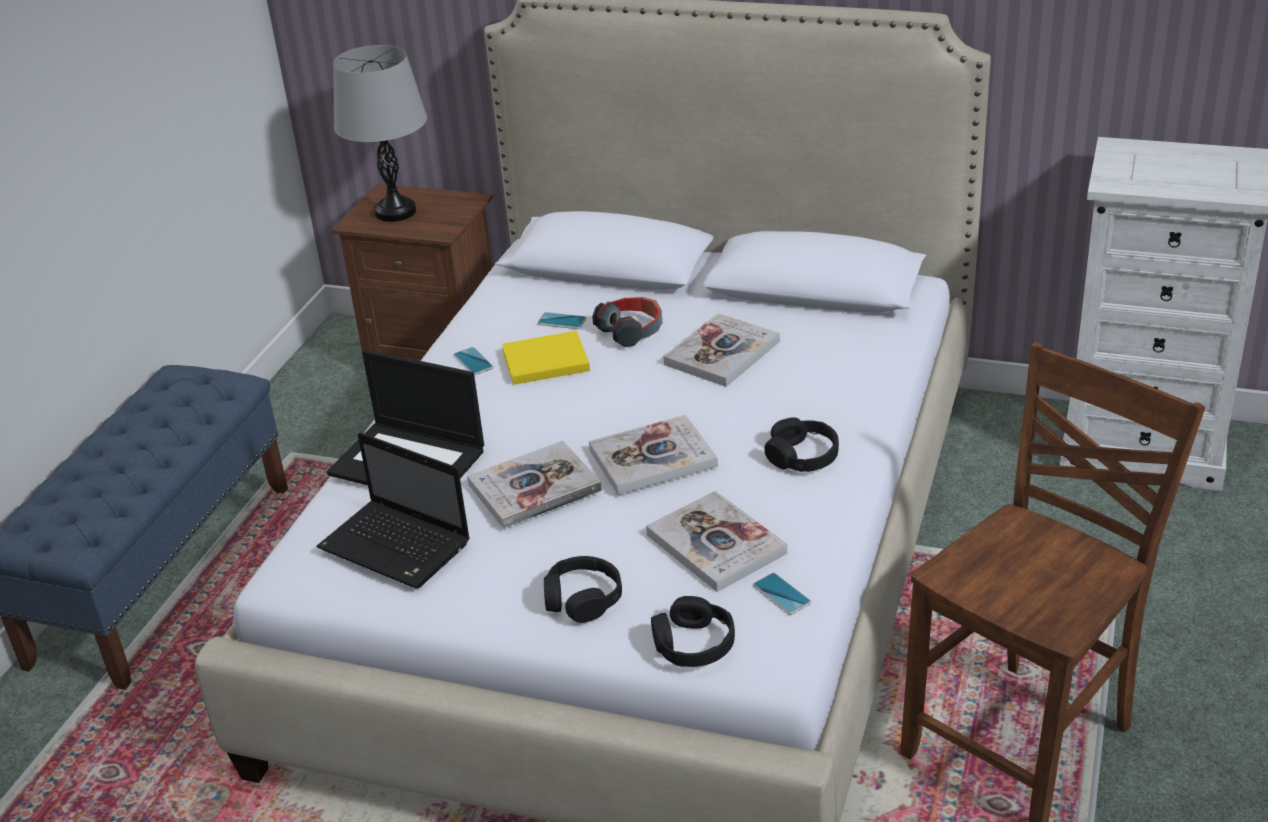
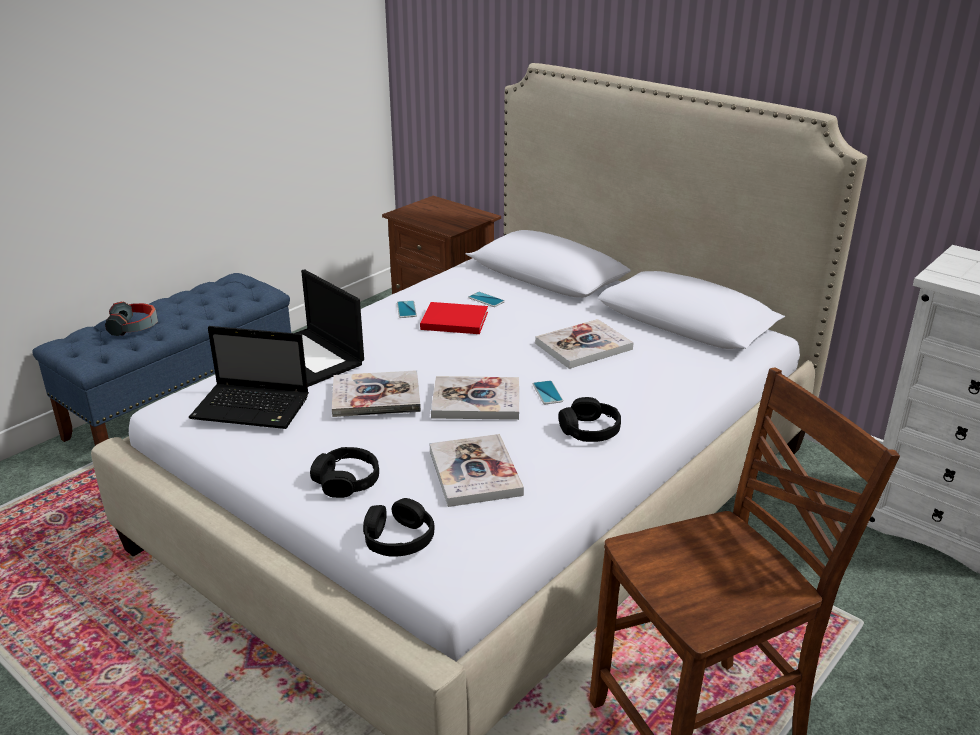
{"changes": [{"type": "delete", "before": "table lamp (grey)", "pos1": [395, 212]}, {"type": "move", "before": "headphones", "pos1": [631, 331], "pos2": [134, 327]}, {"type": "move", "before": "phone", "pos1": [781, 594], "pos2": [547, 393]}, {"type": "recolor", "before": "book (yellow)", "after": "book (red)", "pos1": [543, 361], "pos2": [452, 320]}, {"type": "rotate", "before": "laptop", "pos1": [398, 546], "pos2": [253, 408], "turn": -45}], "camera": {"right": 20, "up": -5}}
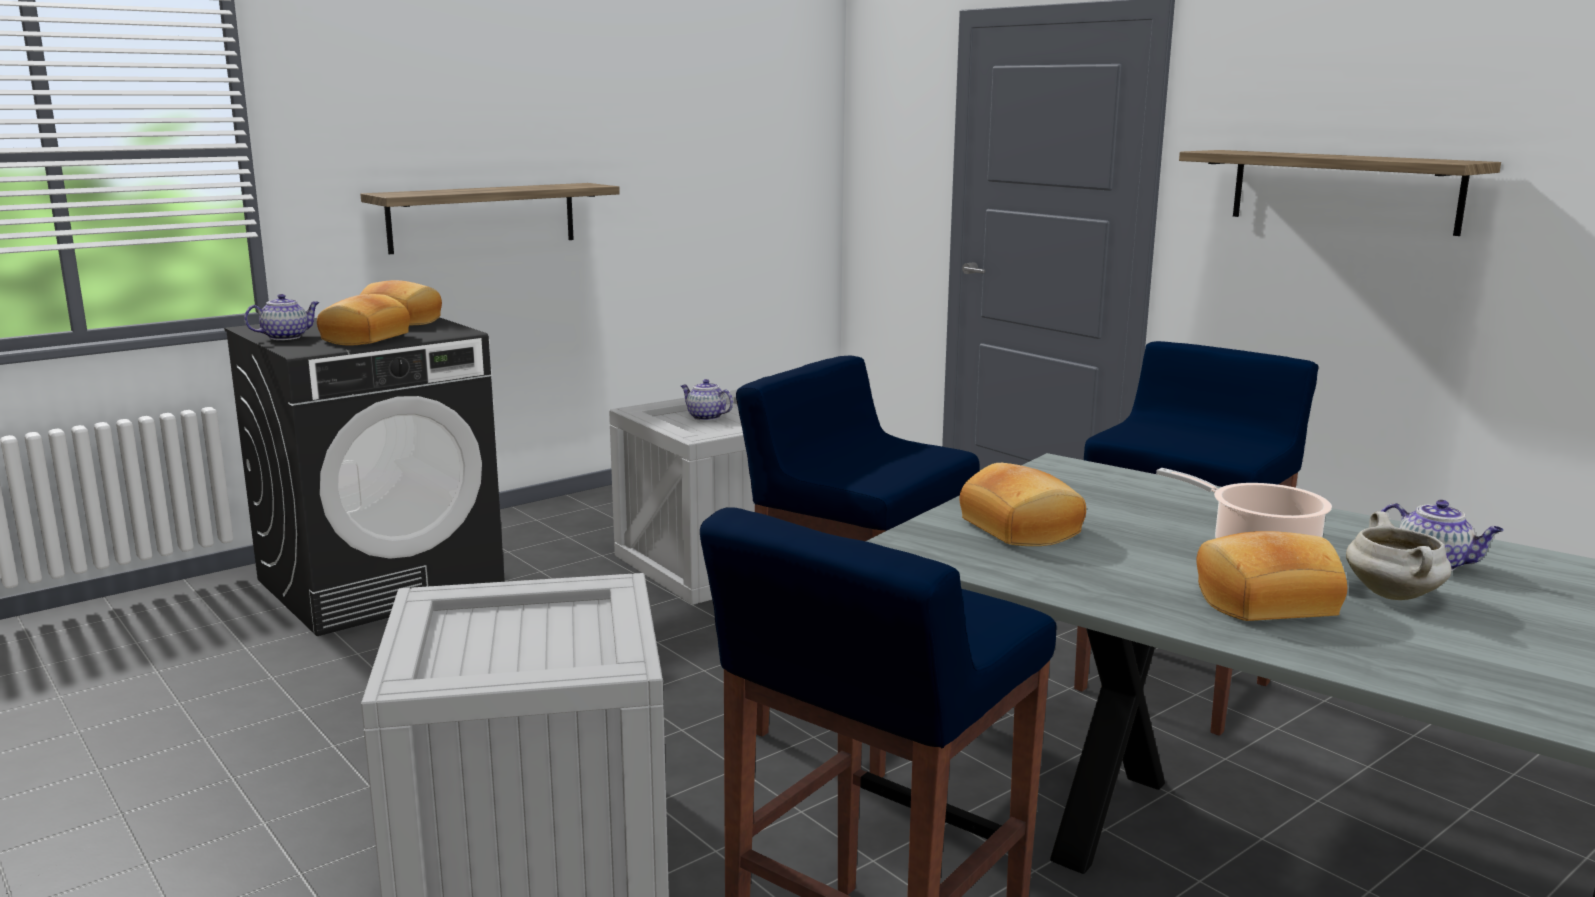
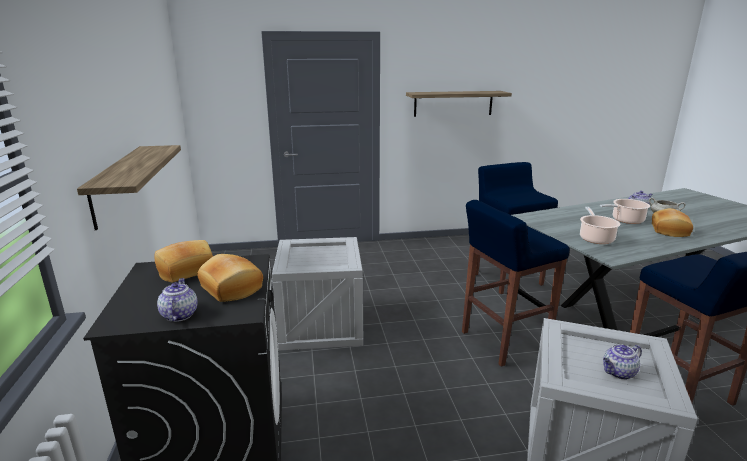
{"changes": [{"type": "move", "before": "teapot", "pos1": [705, 417], "pos2": [618, 373]}, {"type": "replace", "before": "bread", "after": "cooking pot", "pos1": [1023, 528], "pos2": [595, 238]}], "camera": {"right": -60, "up": 5}}
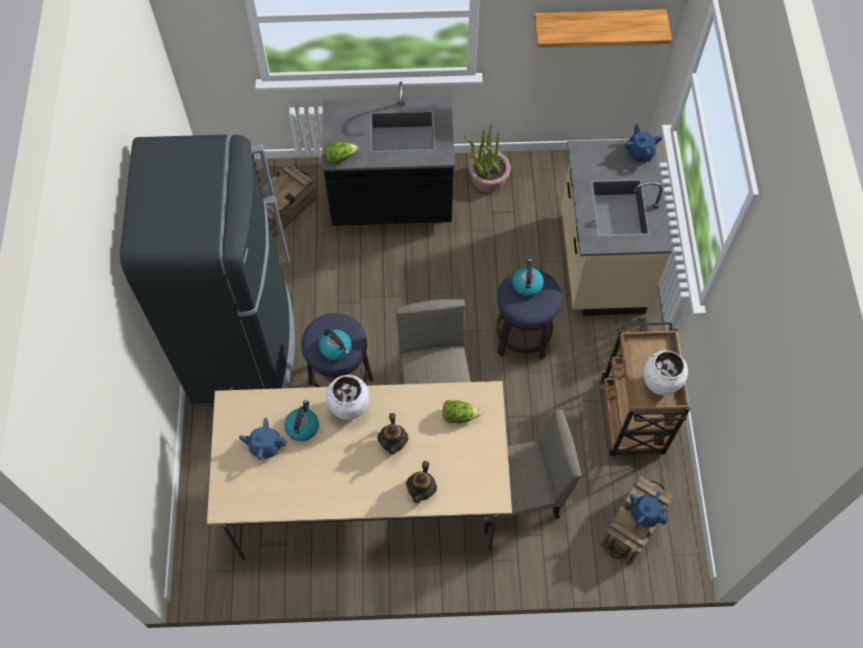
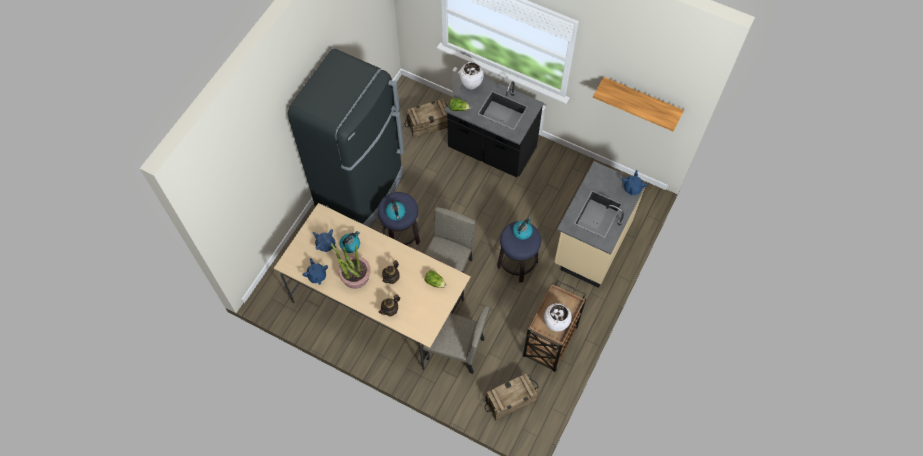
{"changes": [{"type": "move", "before": "vase (white)", "pos1": [349, 408], "pos2": [471, 84]}, {"type": "move", "before": "potted plant", "pos1": [488, 178], "pos2": [355, 276]}, {"type": "move", "before": "teapot (blue)", "pos1": [645, 513], "pos2": [317, 275]}], "camera": {"right": 30, "up": 0}}
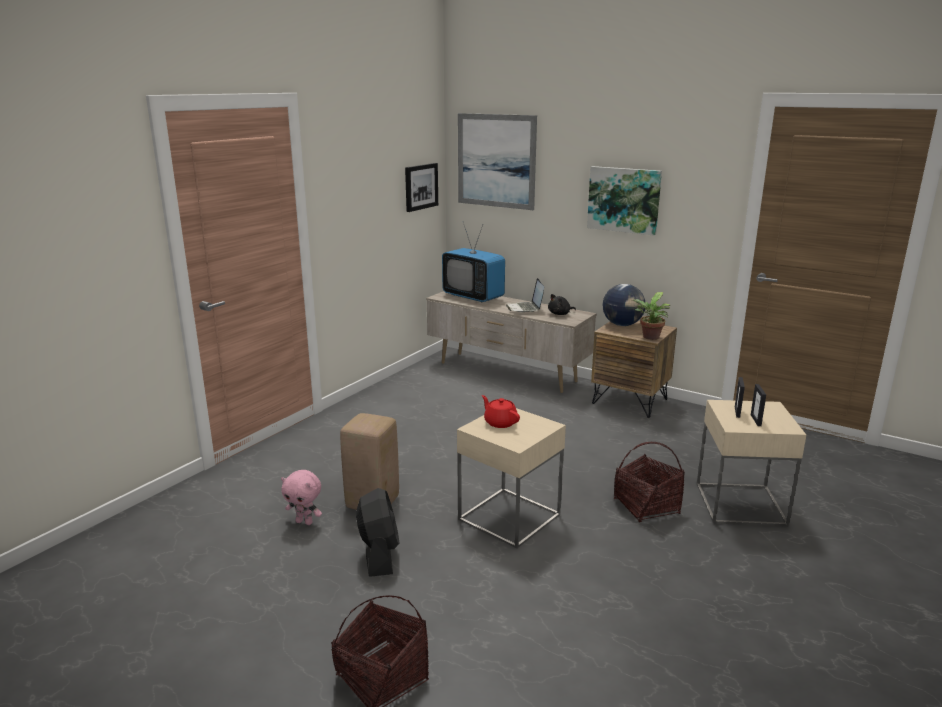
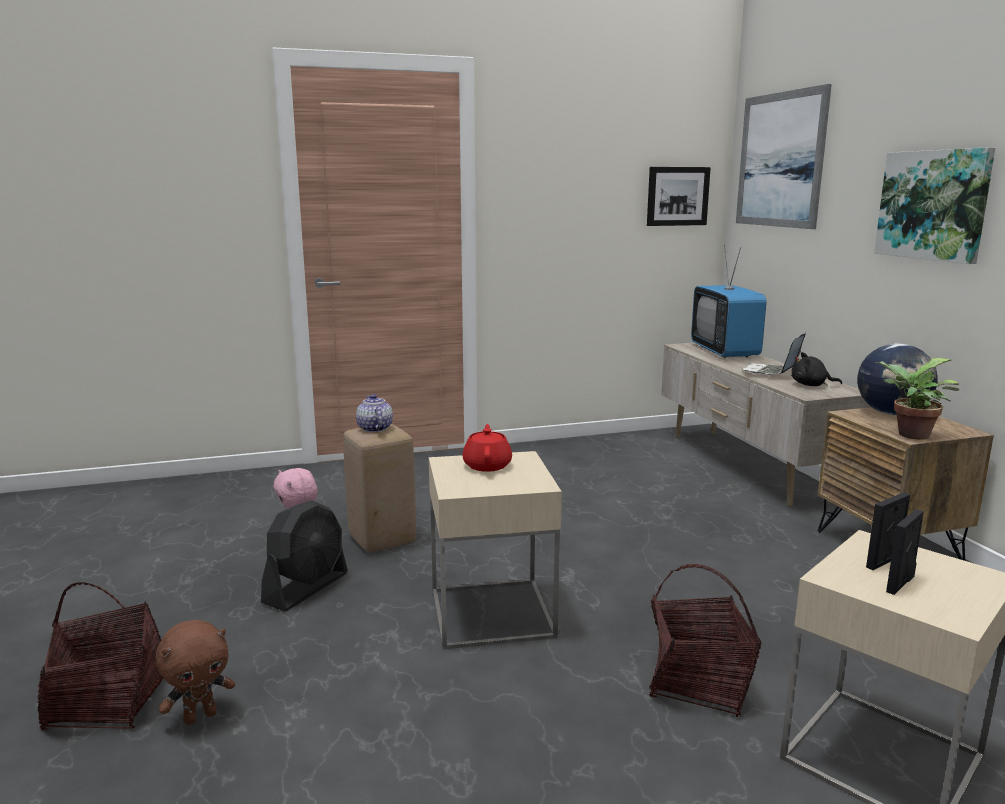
{"changes": [{"type": "insert", "after": "plush toy (brown)", "pos2": [200, 716]}, {"type": "insert", "after": "teapot", "pos2": [374, 429]}], "camera": {"right": 40, "up": -5}}
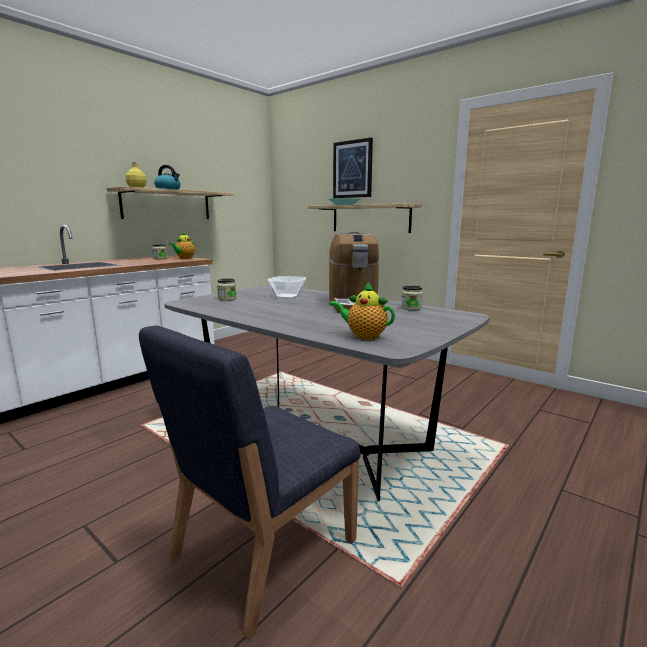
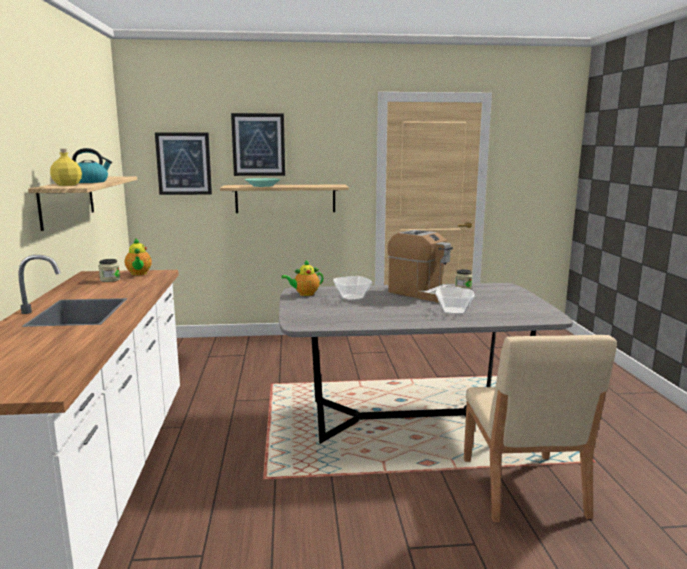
{"changes": [{"type": "delete", "before": "jar", "pos1": [227, 299]}, {"type": "insert", "after": "picture", "pos2": [184, 163]}, {"type": "insert", "after": "bowl", "pos2": [454, 311]}, {"type": "move", "before": "teapot", "pos1": [363, 336], "pos2": [305, 294]}, {"type": "recolor", "before": "chair (blue)", "after": "chair (beige)", "pos1": [262, 550], "pos2": [522, 488]}], "camera": {"right": -45, "up": 0}}
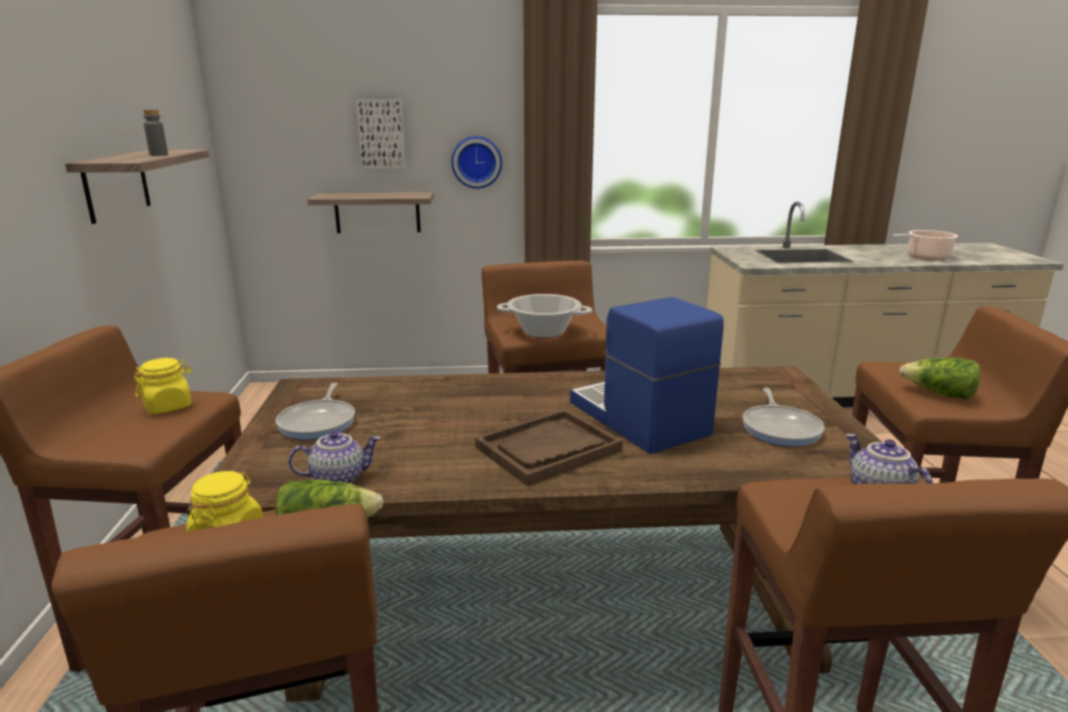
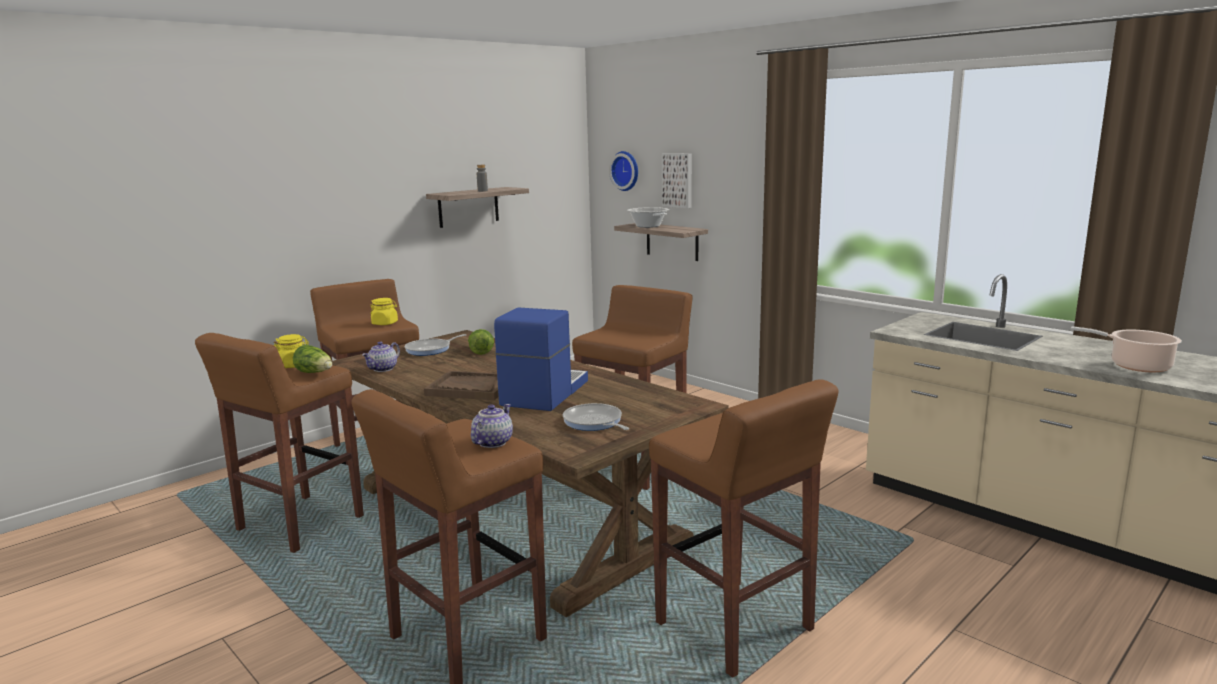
{"changes": [{"type": "move", "before": "wall clock", "pos1": [476, 162], "pos2": [626, 171]}, {"type": "move", "before": "cooking pot", "pos1": [544, 331], "pos2": [648, 226]}, {"type": "move", "before": "lettuce", "pos1": [939, 394], "pos2": [481, 351]}, {"type": "rotate", "before": "teapot", "pos1": [339, 478], "pos2": [383, 369], "turn": 90}, {"type": "rotate", "before": "frying pan", "pos1": [781, 428], "pos2": [594, 422], "turn": 90}], "camera": {"right": 50, "up": -5}}
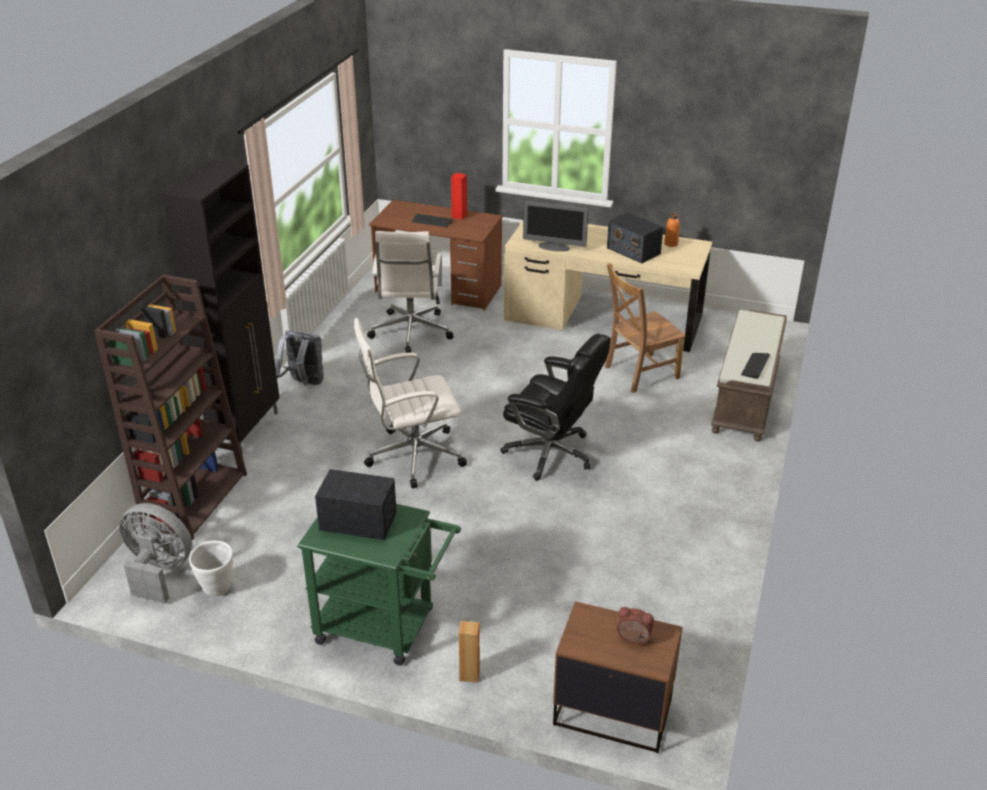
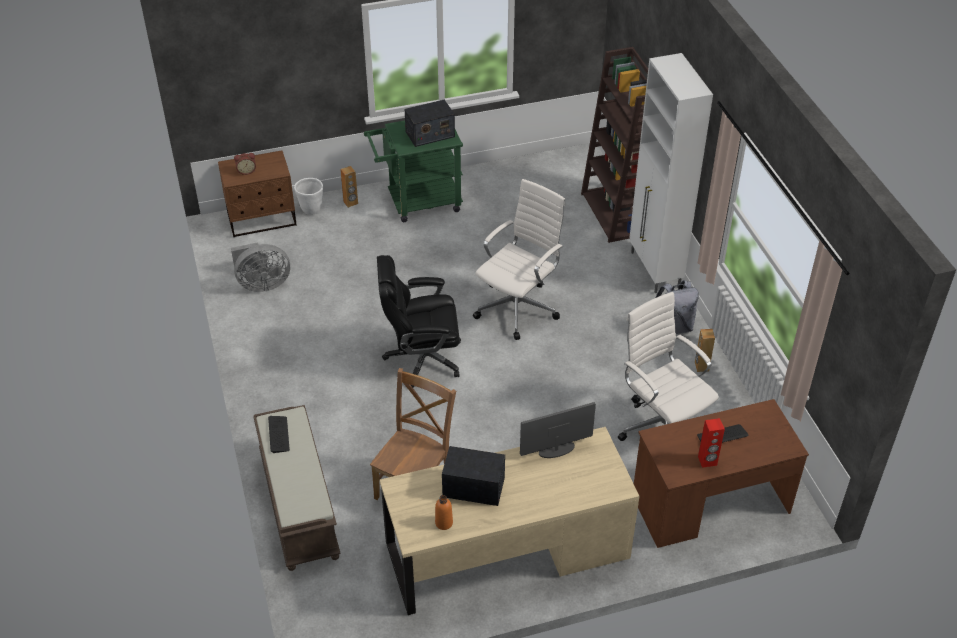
{"changes": [{"type": "insert", "after": "speaker (brown)", "pos2": [701, 366]}, {"type": "move", "before": "fan (grey)", "pos1": [159, 571], "pos2": [262, 284]}, {"type": "move", "before": "planter (white)", "pos1": [217, 588], "pos2": [311, 209]}, {"type": "recolor", "before": "cabinet (black)", "after": "cabinet (white)", "pos1": [247, 430], "pos2": [655, 270]}], "camera": {"right": 145, "up": 10}}
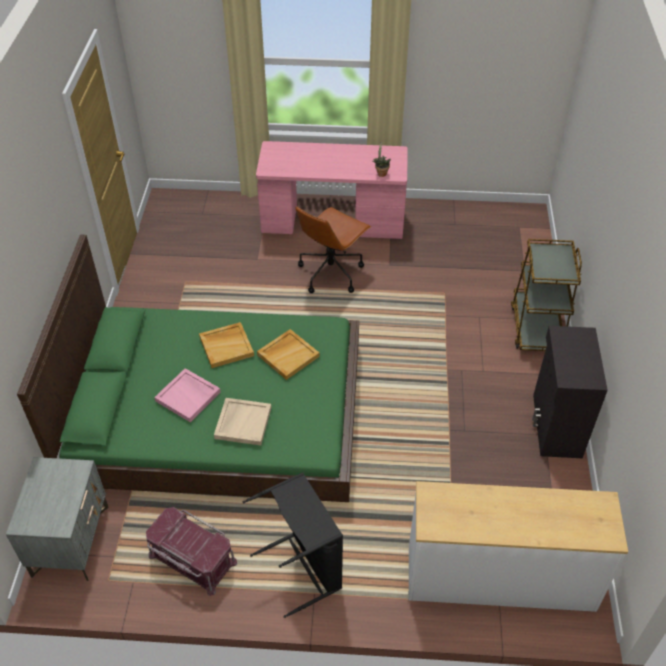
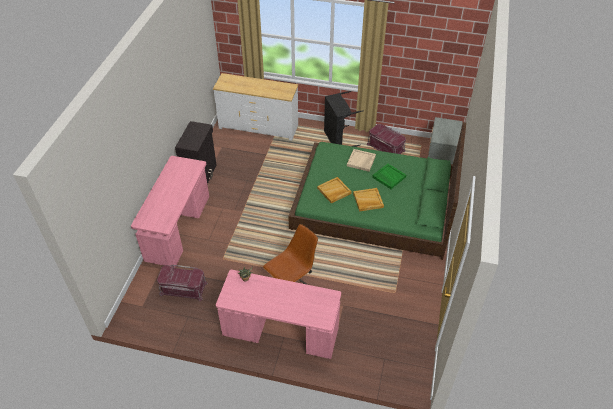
{"changes": [{"type": "insert", "after": "storage box (red)", "pos2": [183, 289]}, {"type": "replace", "before": "cart (brown)", "after": "desk (pink)", "pos1": [536, 327], "pos2": [178, 228]}, {"type": "recolor", "before": "tray (pink)", "after": "tray (green)", "pos1": [188, 396], "pos2": [388, 177]}], "camera": {"right": -170, "up": 0}}
